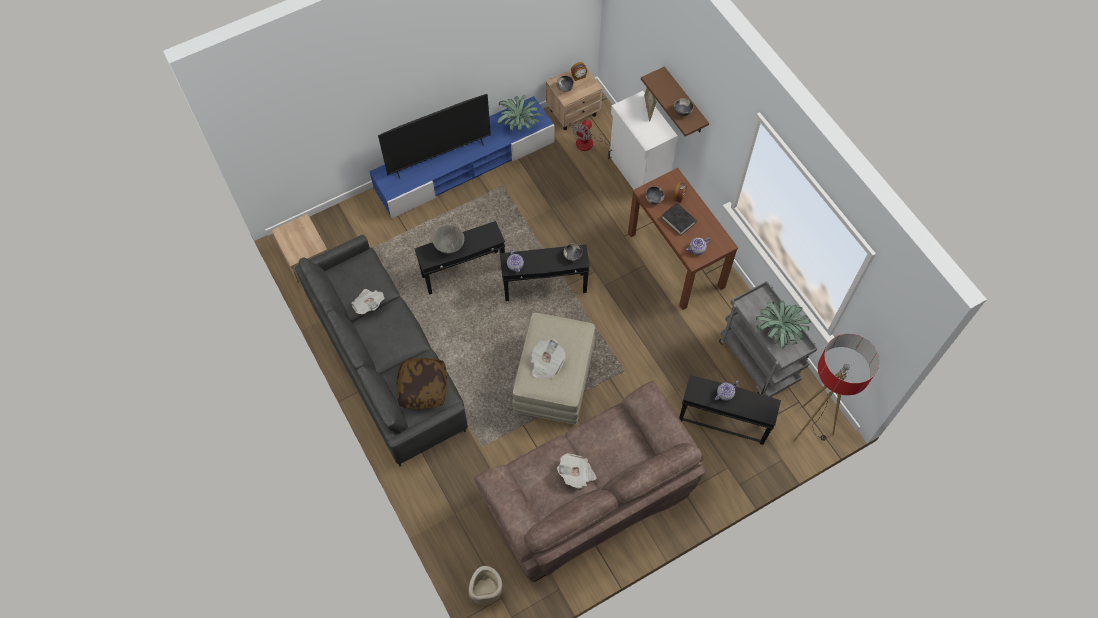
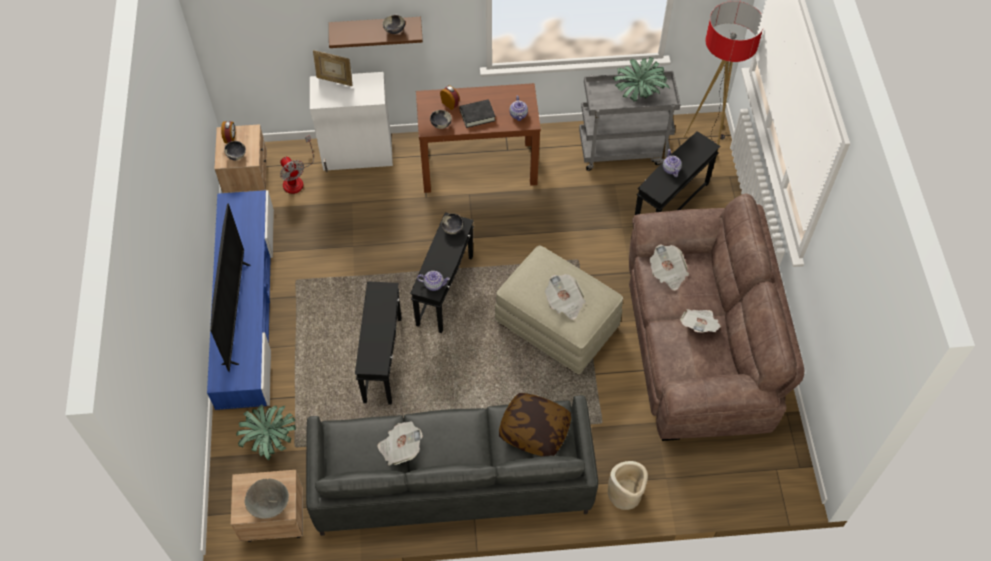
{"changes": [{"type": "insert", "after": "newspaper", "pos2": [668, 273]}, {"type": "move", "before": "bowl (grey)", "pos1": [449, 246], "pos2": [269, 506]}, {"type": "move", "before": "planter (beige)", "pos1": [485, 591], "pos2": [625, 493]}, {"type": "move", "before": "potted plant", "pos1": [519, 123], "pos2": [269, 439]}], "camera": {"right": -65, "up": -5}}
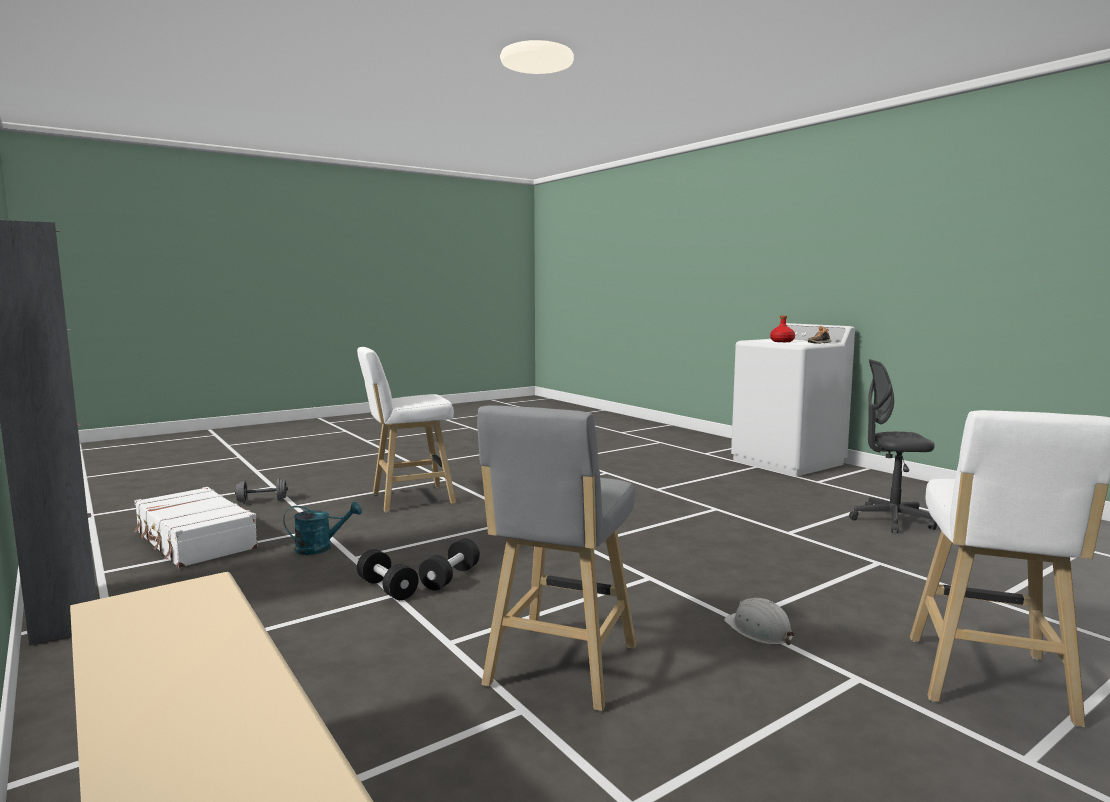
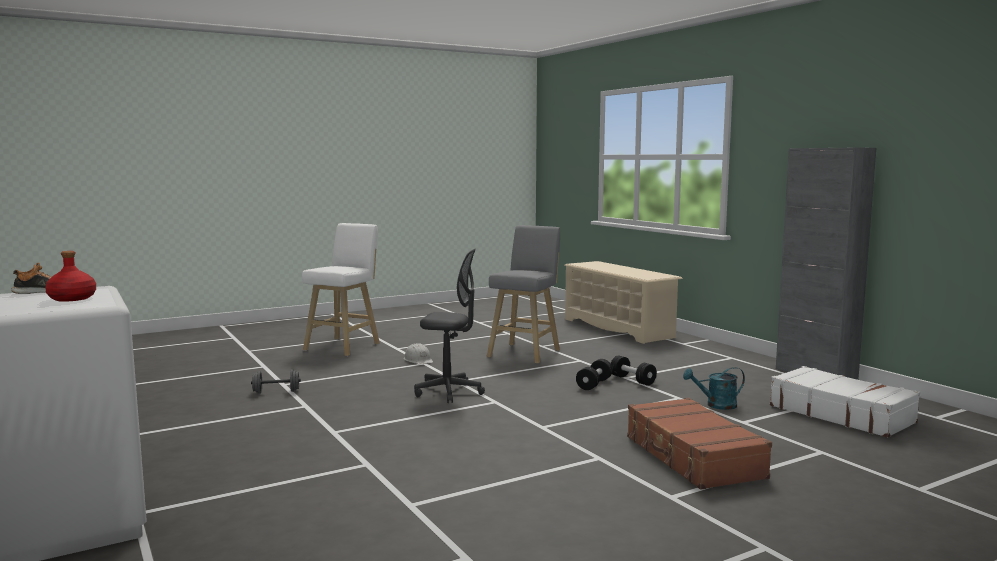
{"changes": [{"type": "move", "before": "dumbbell (grey)", "pos1": [262, 501], "pos2": [276, 392]}, {"type": "move", "before": "office chair (grey)", "pos1": [891, 520], "pos2": [449, 392]}, {"type": "replace", "before": "stool (white)", "after": "suitcase (brown)", "pos1": [408, 499], "pos2": [692, 457]}], "camera": {"right": -175, "up": 0}}
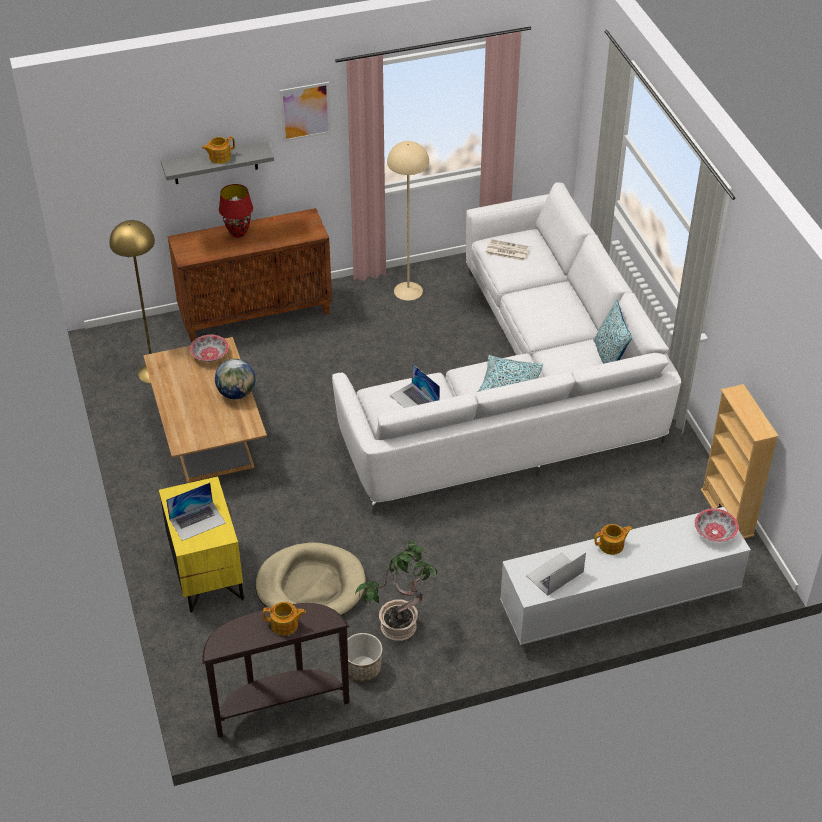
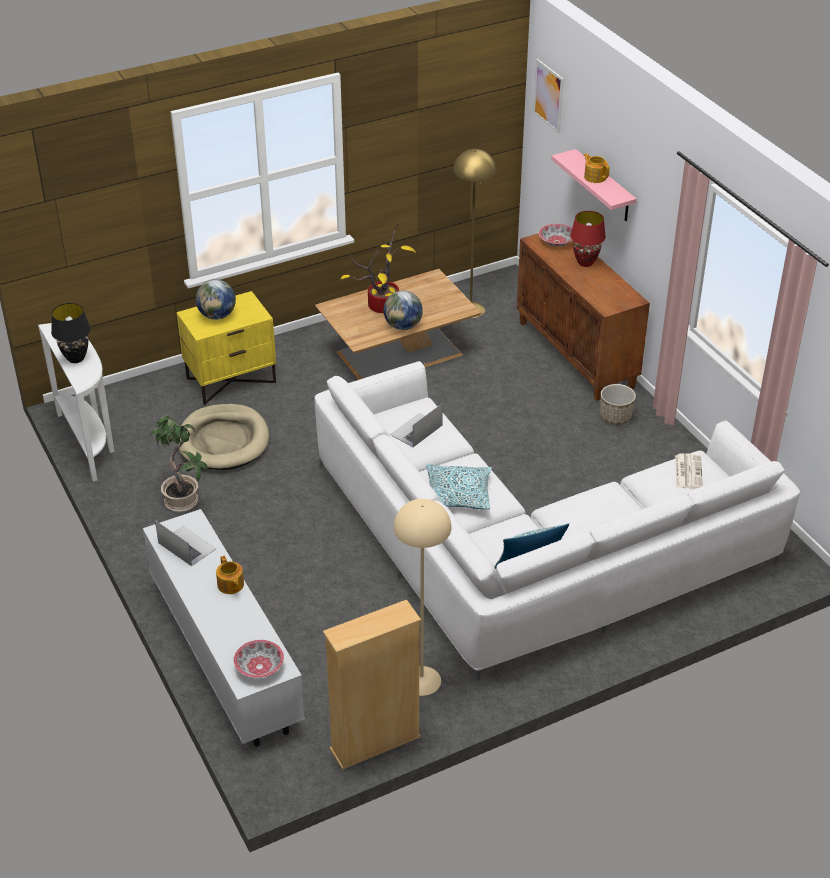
{"changes": [{"type": "insert", "after": "potted plant", "pos2": [383, 304]}, {"type": "move", "before": "bowl", "pos1": [210, 355], "pos2": [557, 242]}, {"type": "move", "before": "picture", "pos1": [305, 111], "pos2": [548, 95]}, {"type": "move", "before": "planter", "pos1": [363, 669], "pos2": [615, 417]}, {"type": "move", "before": "floor lamp (beige)", "pos1": [408, 291], "pos2": [421, 680]}, {"type": "replace", "before": "laptop", "after": "globe", "pos1": [197, 521], "pos2": [217, 316]}, {"type": "replace", "before": "teapot", "after": "table lamp (black)", "pos1": [285, 625], "pos2": [75, 358]}, {"type": "recolor", "before": "shelf (grey)", "after": "shelf (pink)", "pos1": [215, 163], "pos2": [604, 187]}, {"type": "recolor", "before": "console table (brown)", "after": "console table (white)", "pos1": [279, 705], "pos2": [89, 442]}], "camera": {"right": 80, "up": -5}}
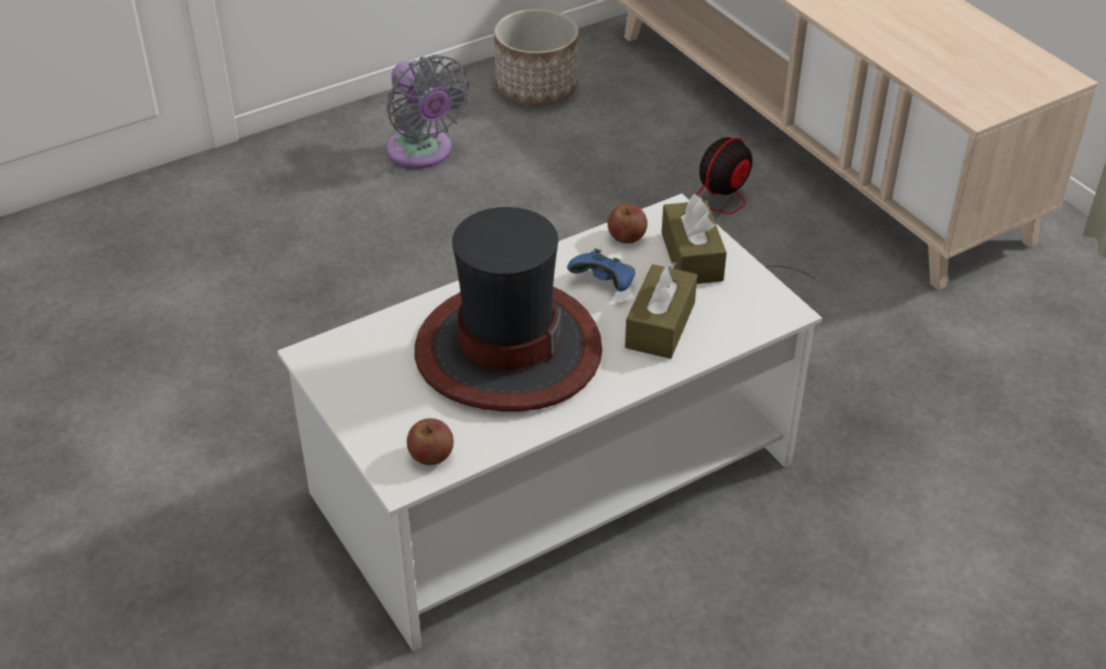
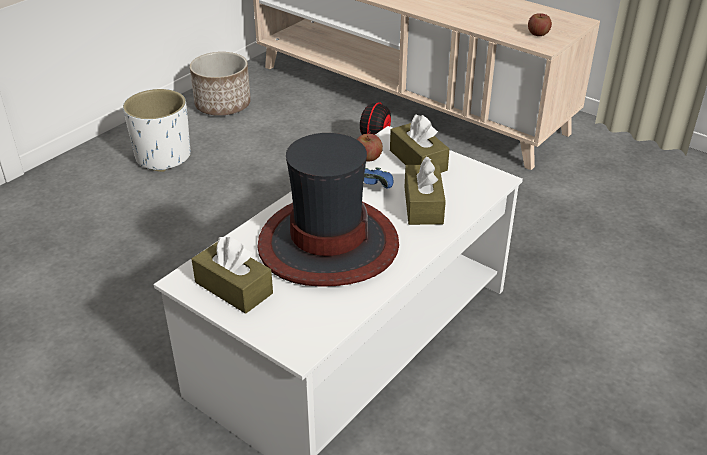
{"changes": [{"type": "insert", "after": "tissue box (brown)", "pos2": [233, 288]}, {"type": "move", "before": "apple", "pos1": [431, 455], "pos2": [538, 34]}, {"type": "replace", "before": "fan (grey)", "after": "planter (white)", "pos1": [423, 153], "pos2": [163, 157]}], "camera": {"right": -20, "up": -5}}
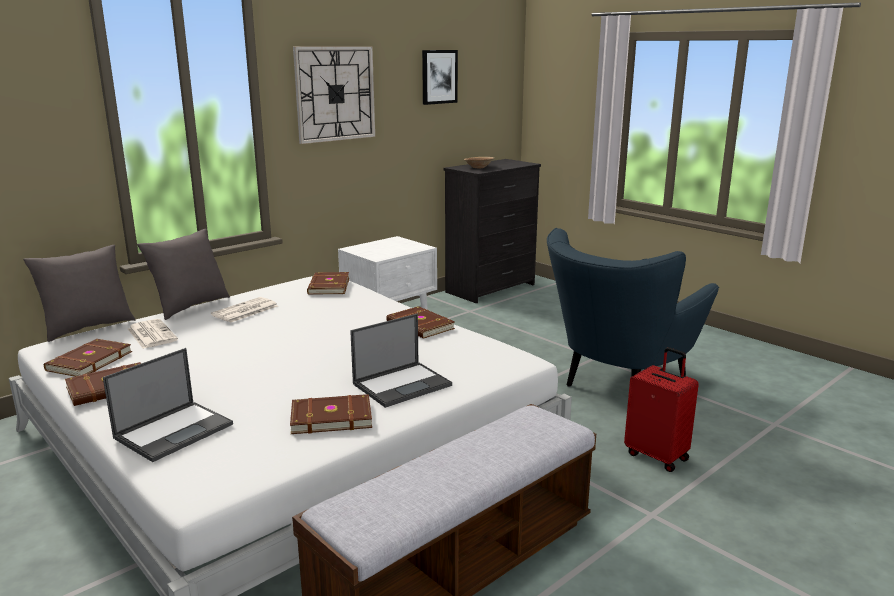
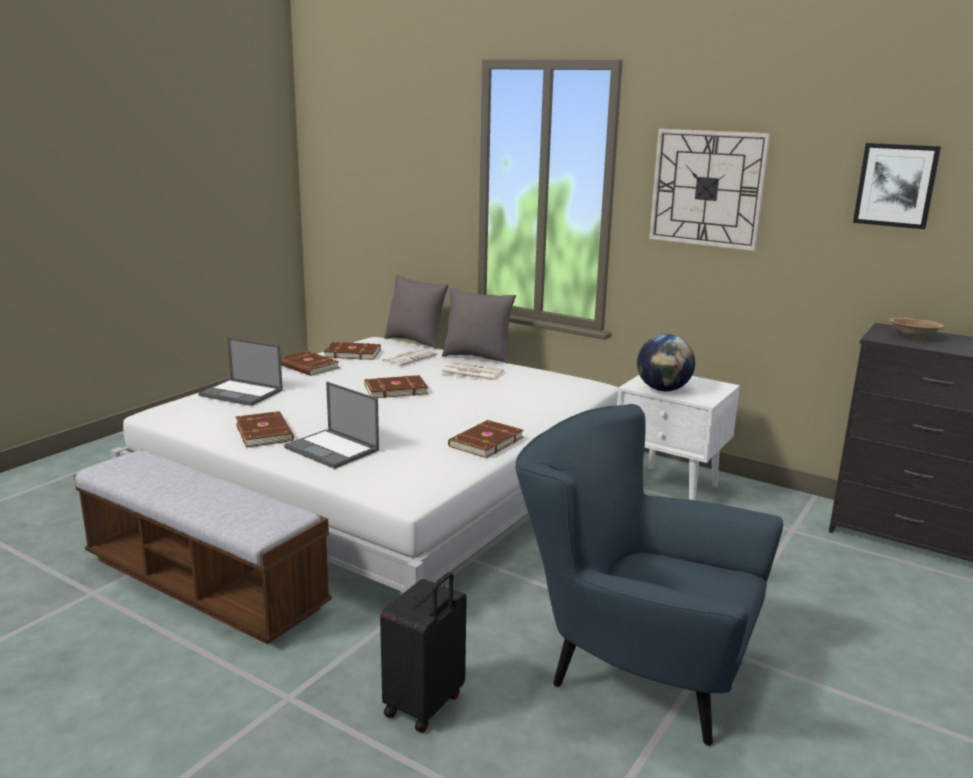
{"changes": [{"type": "insert", "after": "globe", "pos2": [663, 389]}, {"type": "move", "before": "book (brown)", "pos1": [327, 286], "pos2": [395, 389]}, {"type": "recolor", "before": "suitcase (red)", "after": "suitcase (black)", "pos1": [657, 456], "pos2": [425, 705]}], "camera": {"right": 75, "up": 0}}
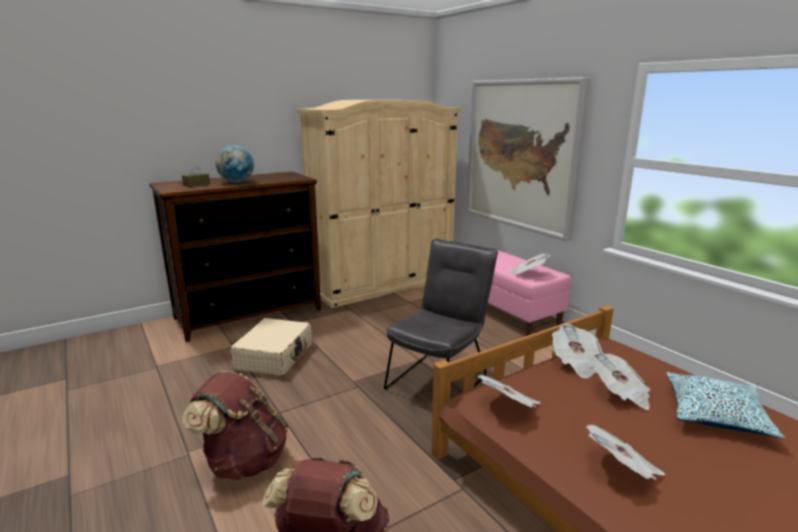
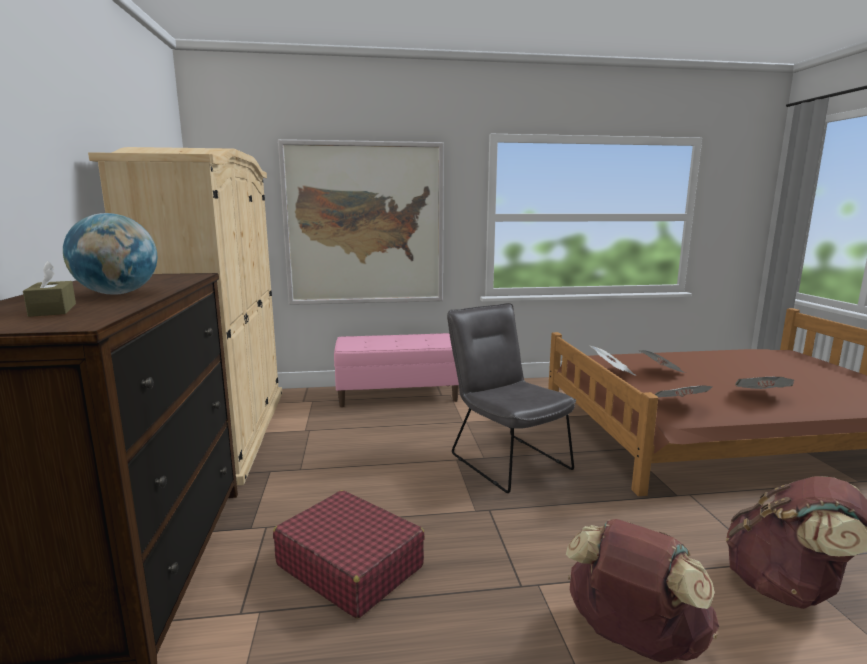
{"changes": [{"type": "delete", "before": "newspaper", "pos1": [527, 273]}, {"type": "delete", "before": "pillow", "pos1": [716, 414]}, {"type": "recolor", "before": "suitcase (beige)", "after": "suitcase (red)", "pos1": [274, 356], "pos2": [349, 565]}], "camera": {"right": -65, "up": -5}}
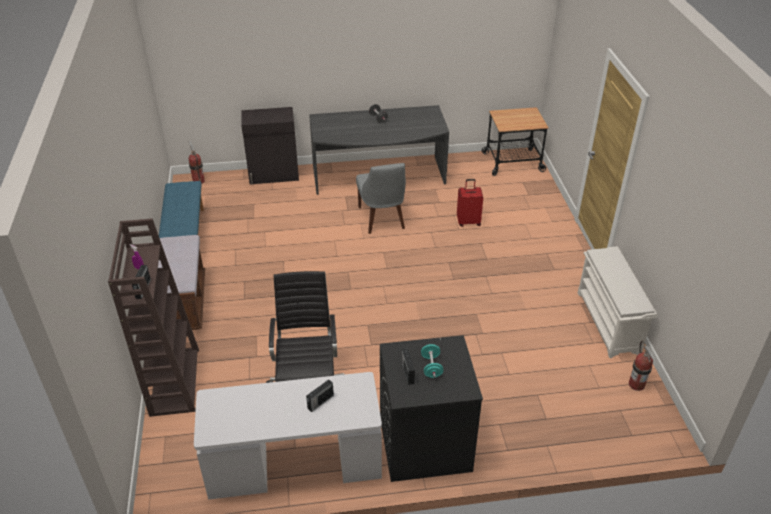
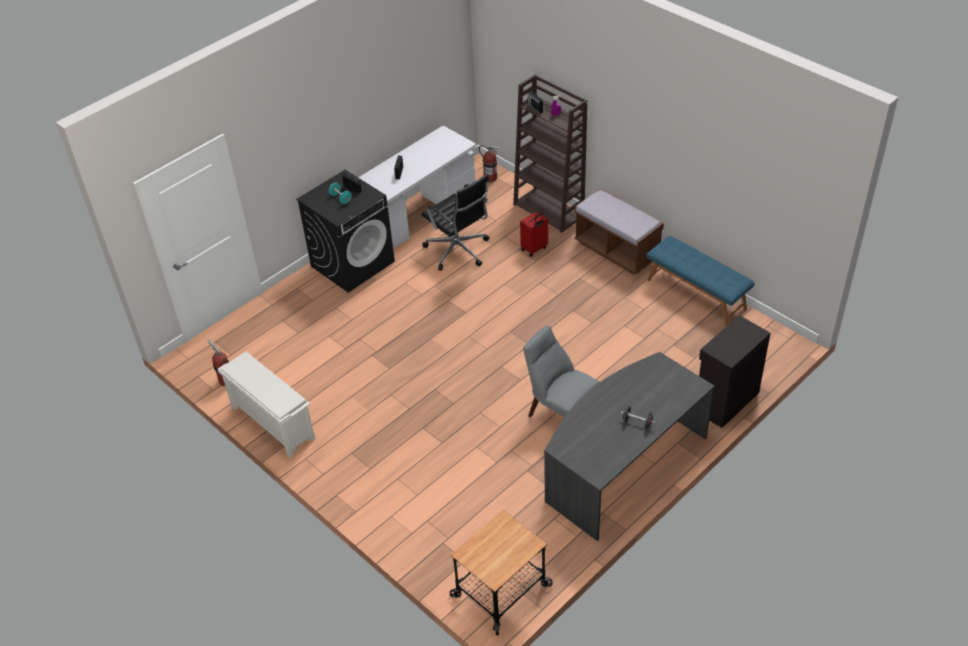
{"changes": [{"type": "move", "before": "fire extinguisher", "pos1": [198, 181], "pos2": [491, 178]}, {"type": "move", "before": "suitcase (red)", "pos1": [468, 221], "pos2": [534, 249]}], "camera": {"right": 145, "up": 5}}
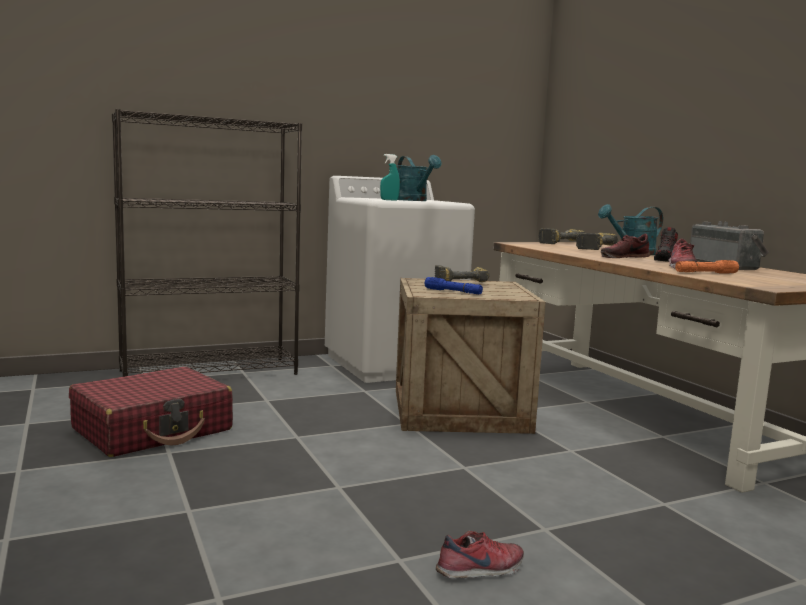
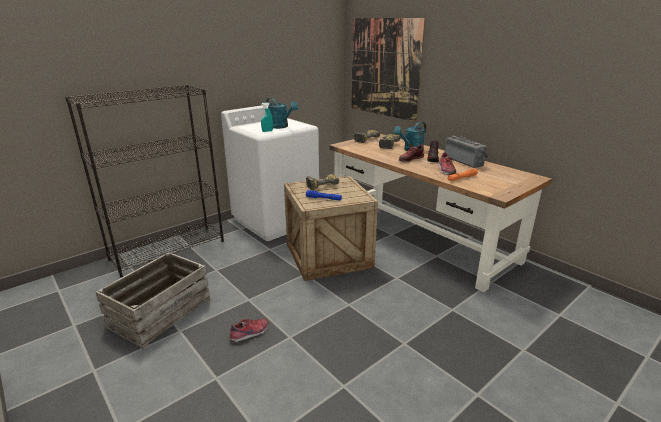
{"changes": [{"type": "insert", "after": "picture", "pos2": [384, 68]}, {"type": "move", "before": "shoe", "pos1": [481, 570], "pos2": [250, 334]}, {"type": "replace", "before": "suitcase (red)", "after": "crate", "pos1": [153, 430], "pos2": [160, 313]}], "camera": {"right": -15, "up": 15}}
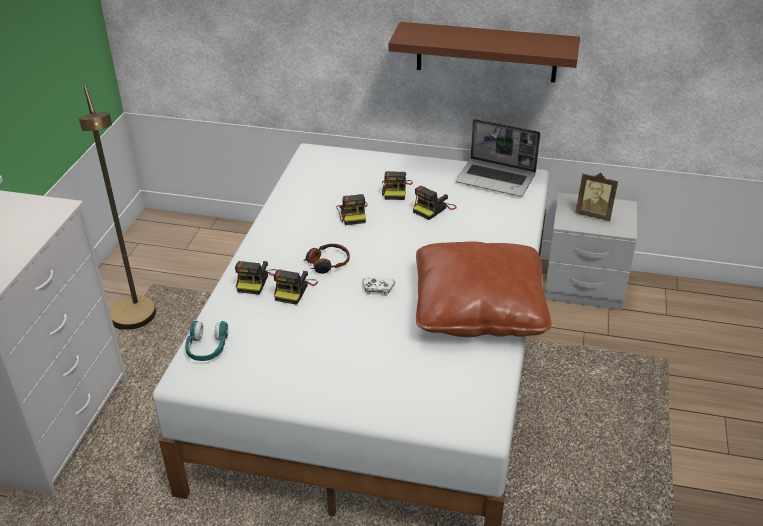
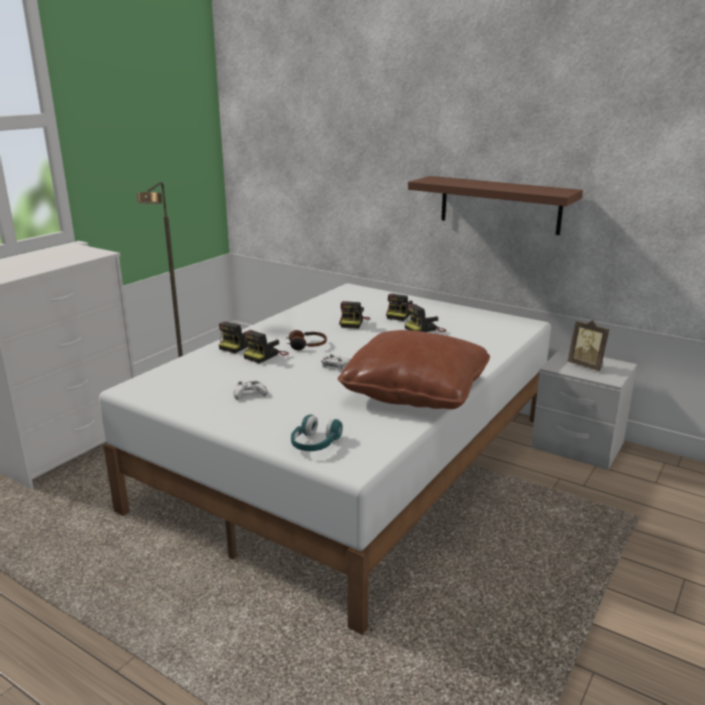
{"changes": [{"type": "delete", "before": "laptop", "pos1": [496, 179]}, {"type": "insert", "after": "game controller (white)", "pos2": [249, 394]}, {"type": "move", "before": "headphones (turquoise)", "pos1": [207, 348], "pos2": [314, 444]}], "camera": {"right": 20, "up": -15}}
